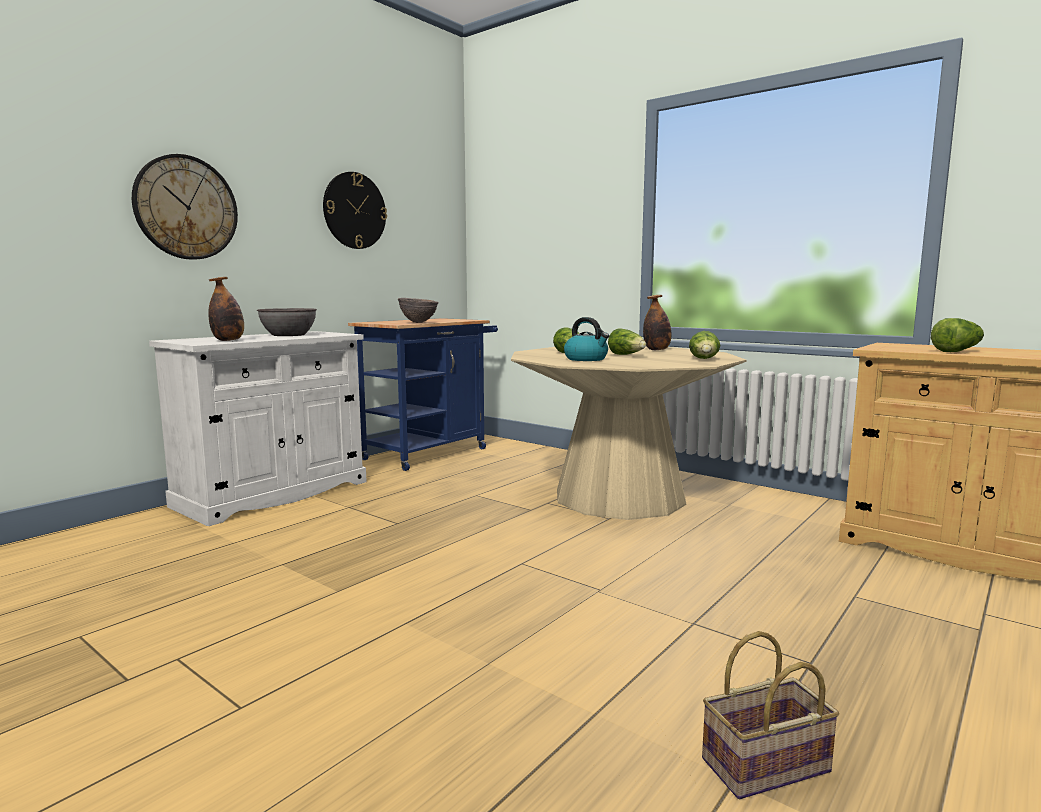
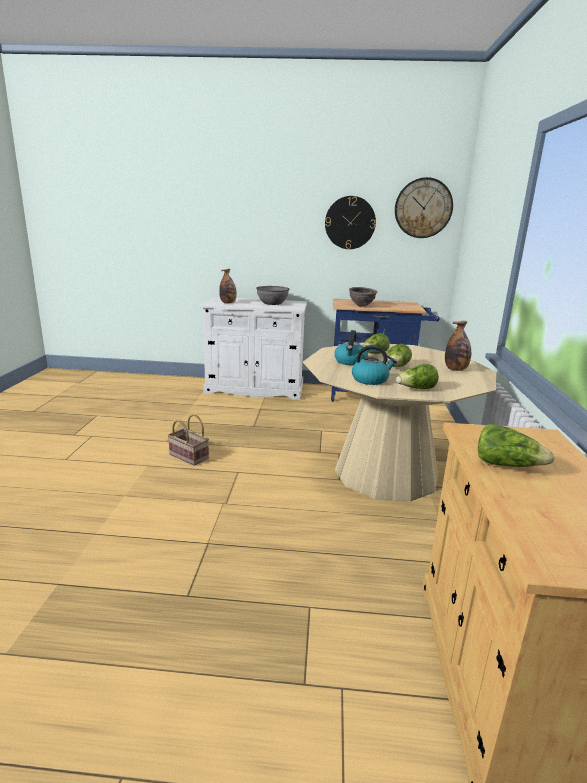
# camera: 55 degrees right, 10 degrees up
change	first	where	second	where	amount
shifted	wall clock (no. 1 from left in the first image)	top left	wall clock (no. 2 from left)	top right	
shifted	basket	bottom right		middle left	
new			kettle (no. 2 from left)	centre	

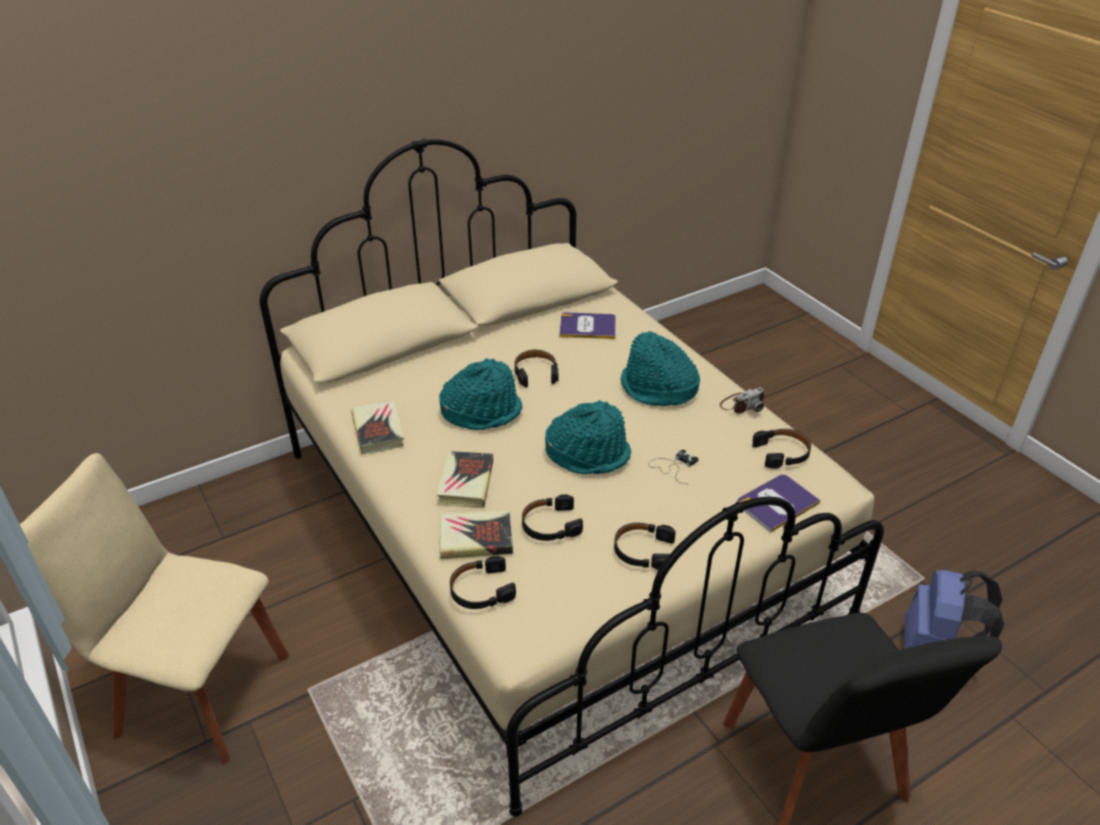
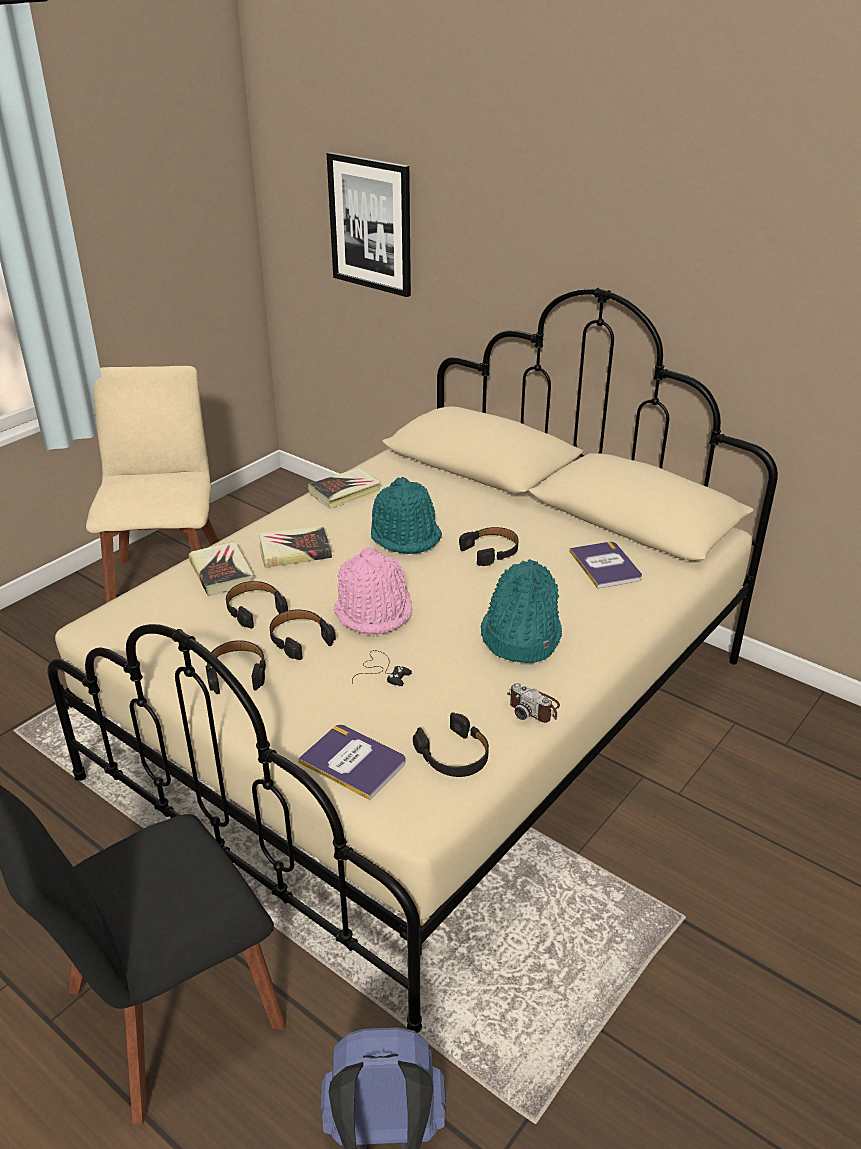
# camera: 70 degrees right, 5 degrees down
change	first	where	second	where	amount
shifted	black headphones (no. 1 from left in the first image)	bottom centre	black headphones (no. 3 from left)	centre	
repainted	turquoise hat (no. 2 from left)	centre	pink hat	centre	
new			picture	top centre	

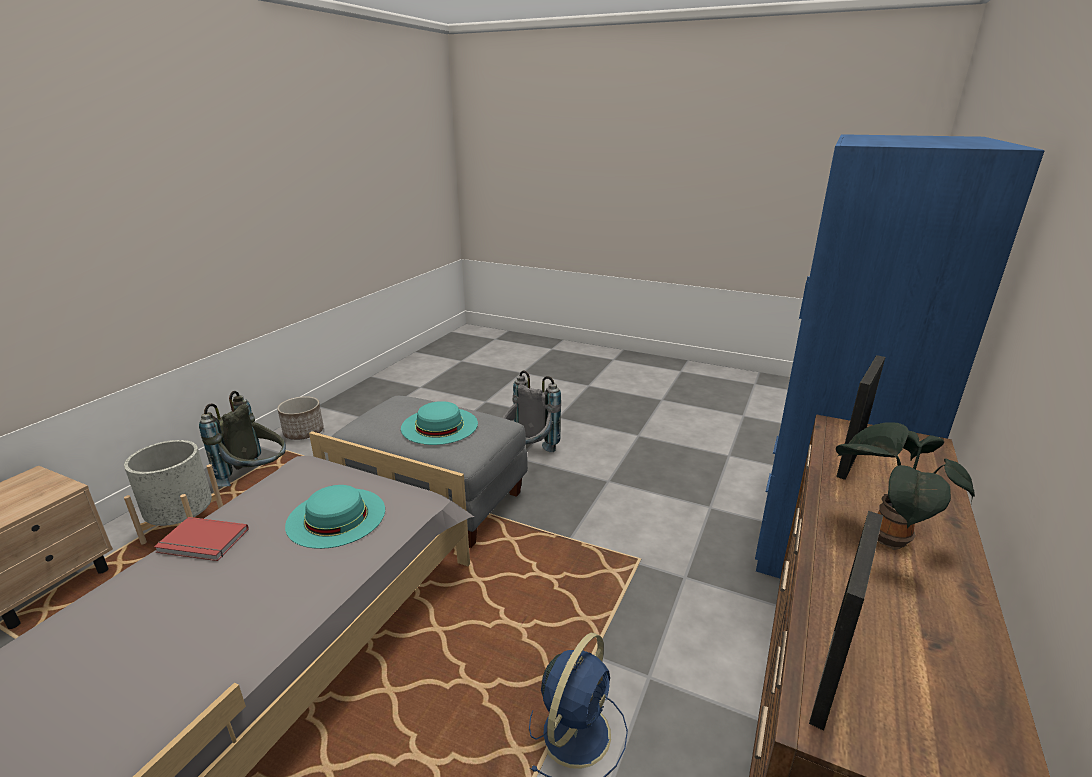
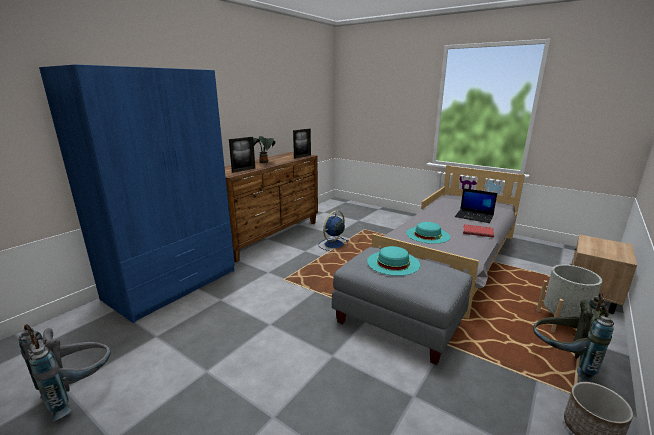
# camera: 170 degrees left, 5 degrees down
change	first	where	second	where	amount
shifted	grey backpack (no. 2 from left in the first image)	centre	grey backpack (no. 1 from left)	bottom left	
new			laptop	middle right	

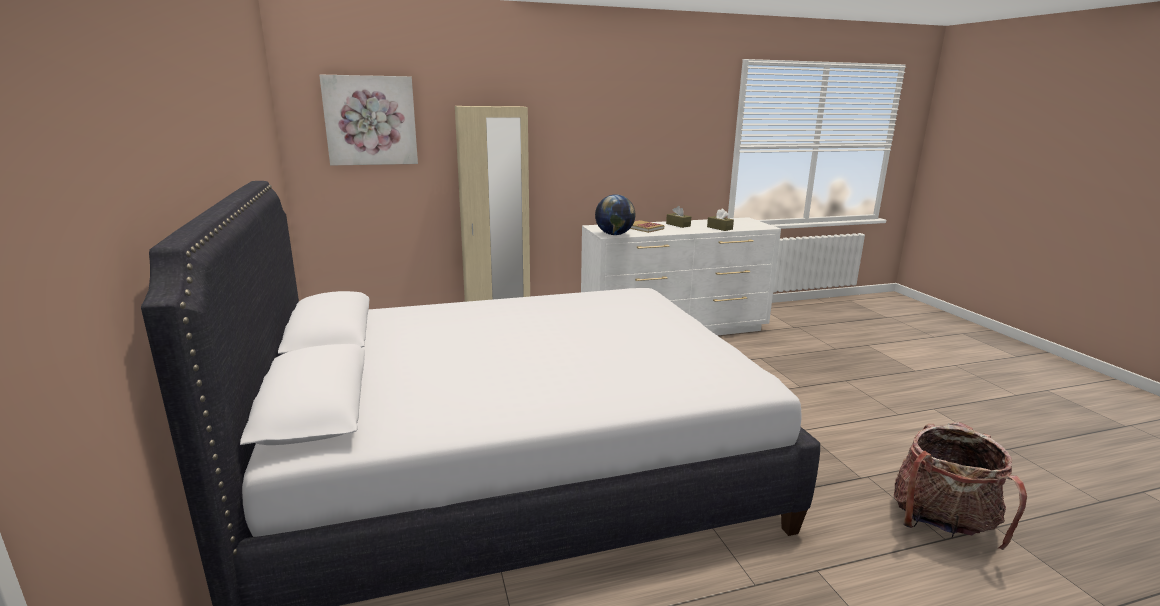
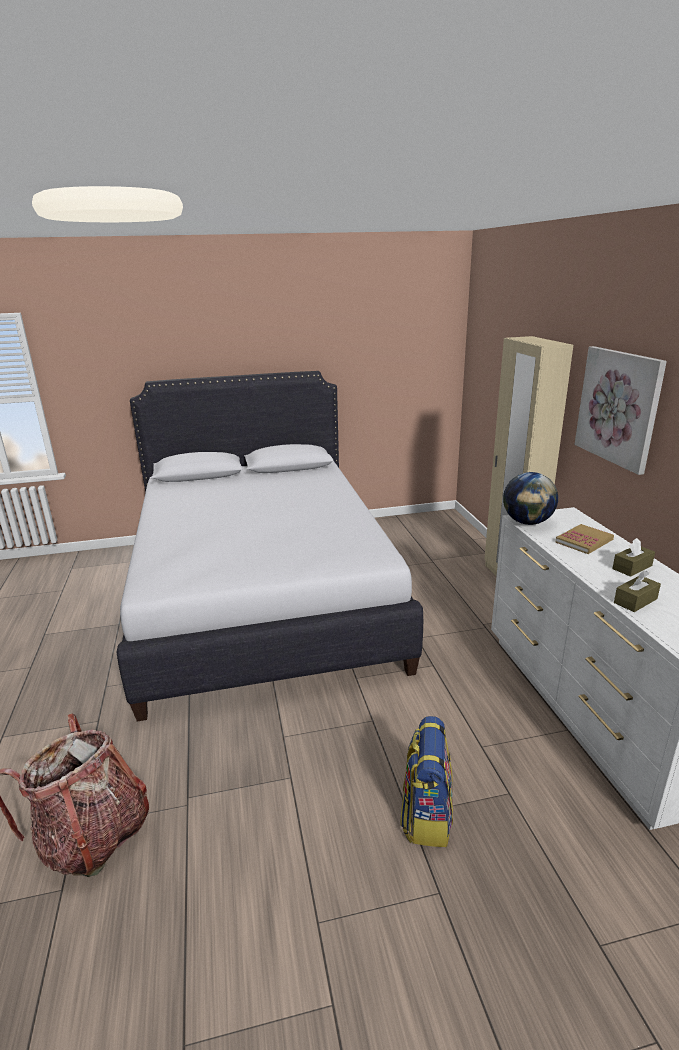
# camera: 95 degrees right, 5 degrees up
change	first	where	second	where	amount
shifted	picture	top left		middle right	
new			backpack (no. 2 from left)	bottom centre	

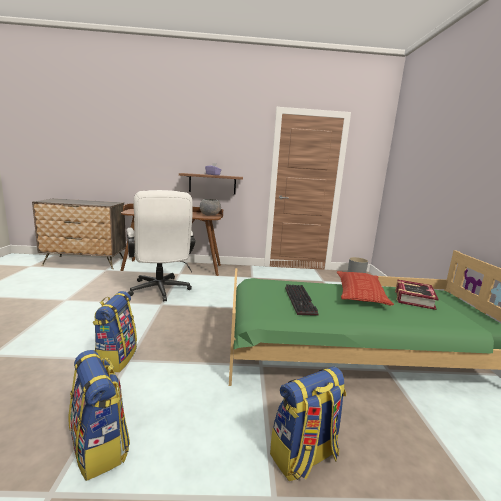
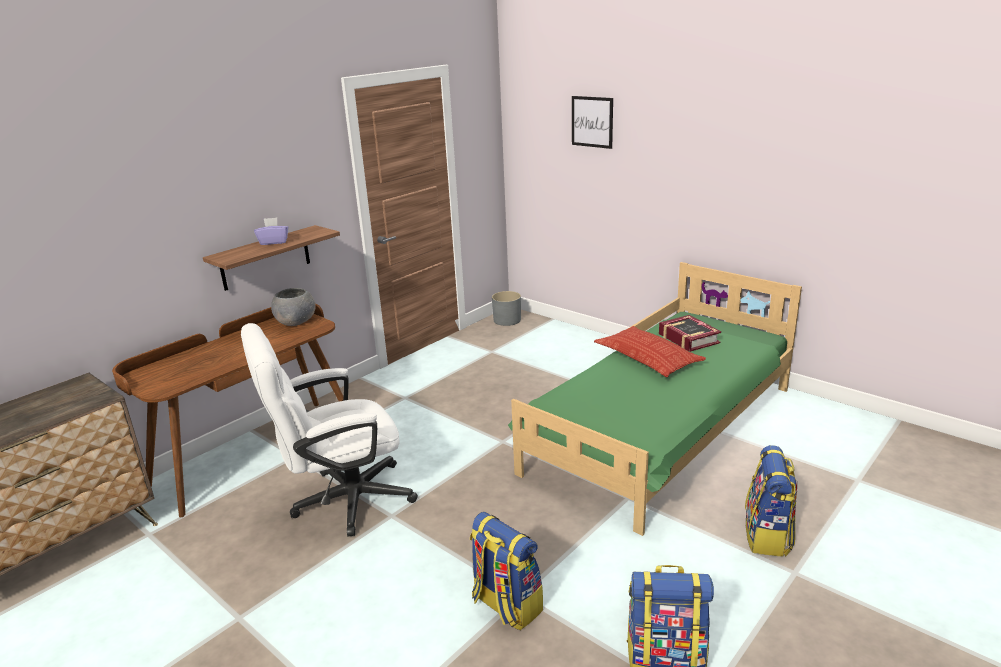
# camera: 45 degrees left, 10 degrees up
change	first	where	second	where	amount
rotated	white office chair	middle left		middle left	135 degrees clockwise
gone	keyboard	centre			
new			picture	top centre	

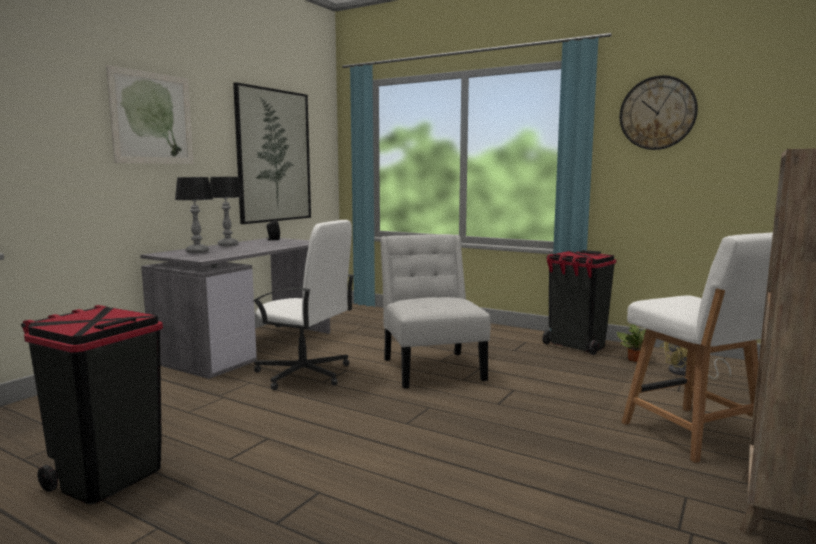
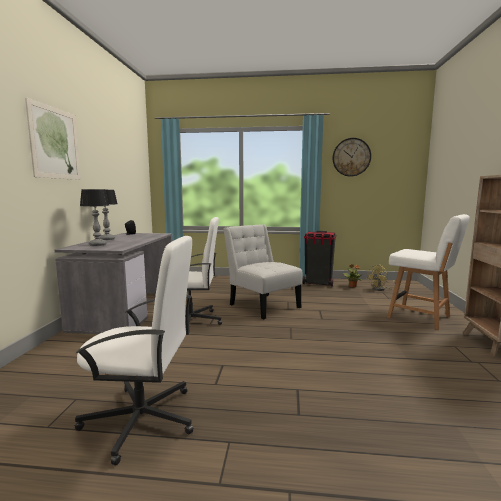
# camera: 25 degrees left, 0 degrees up
change	first	where	second	where	amount
swapped	black trash can (no. 1 from left)	bottom left	white office chair (no. 1 from left)	bottom left	
gone	picture (no. 2 from left)	top centre			

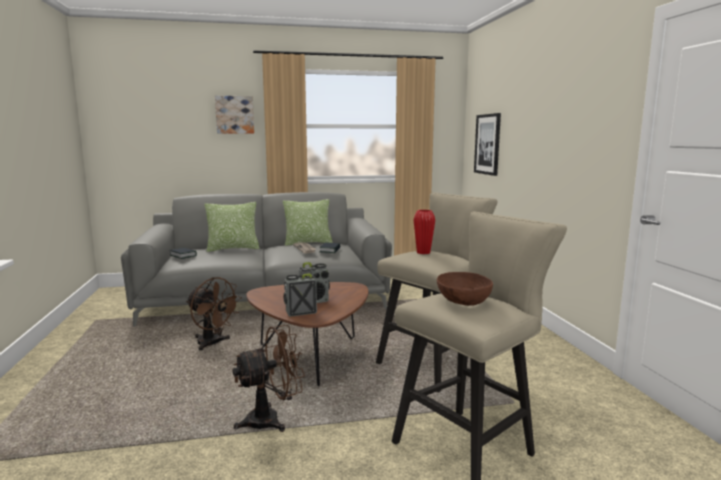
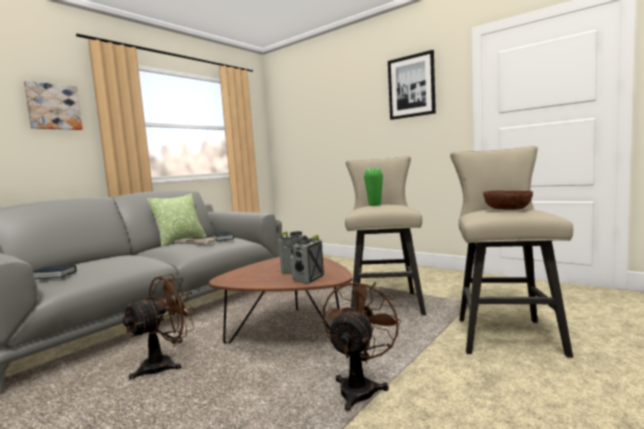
# camera: 40 degrees left, 5 degrees down
change	first	where	second	where	amount
rotated	brown fan (no. 1 from left)	middle left		bottom left	45 degrees counterclockwise
gone	pillow (no. 1 from left)	middle left			
repainted	red vase	centre	green vase	centre	
shifted	picture (no. 2 from left)	top right		top centre	

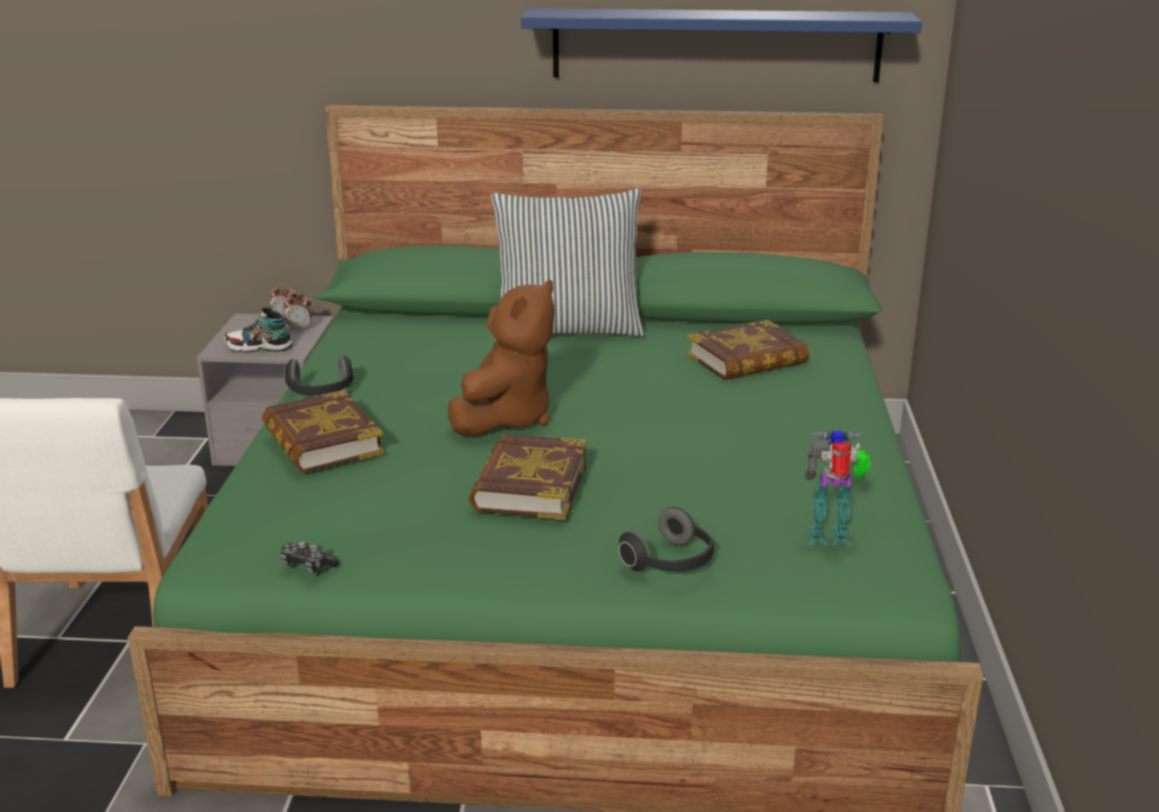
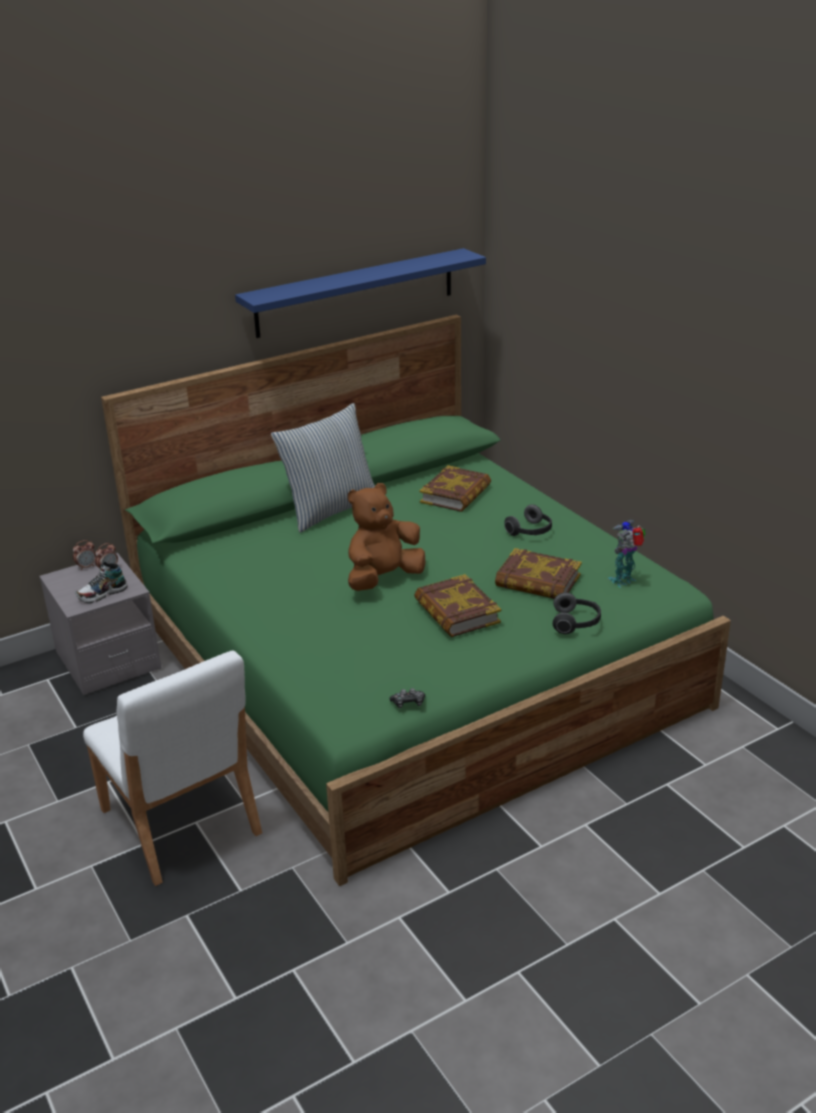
# camera: 35 degrees left, 5 degrees up
change	first	where	second	where	amount
shifted	book (no. 1 from left in the first image)	middle left	book (no. 3 from left)	centre	
shifted	headphones (no. 1 from left)	middle left		centre	
rotated	brown plush toy	centre		centre	120 degrees counterclockwise

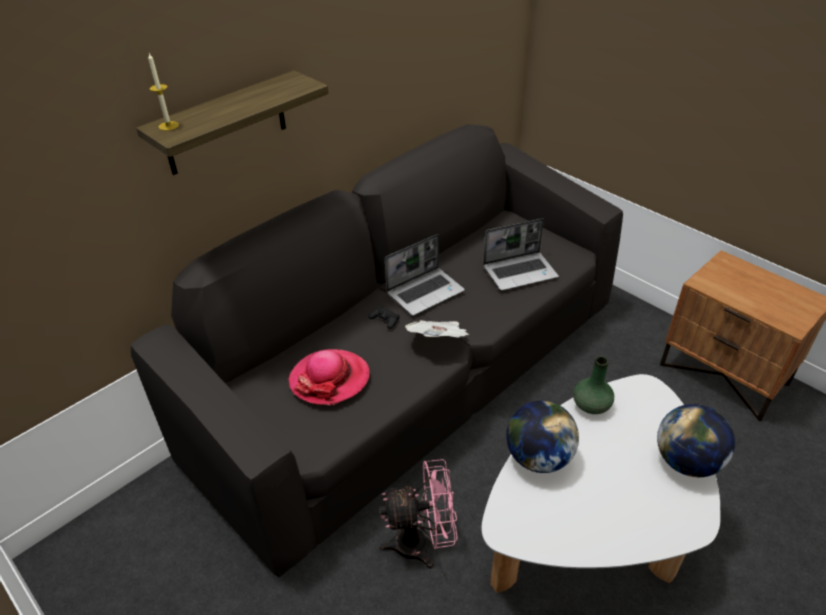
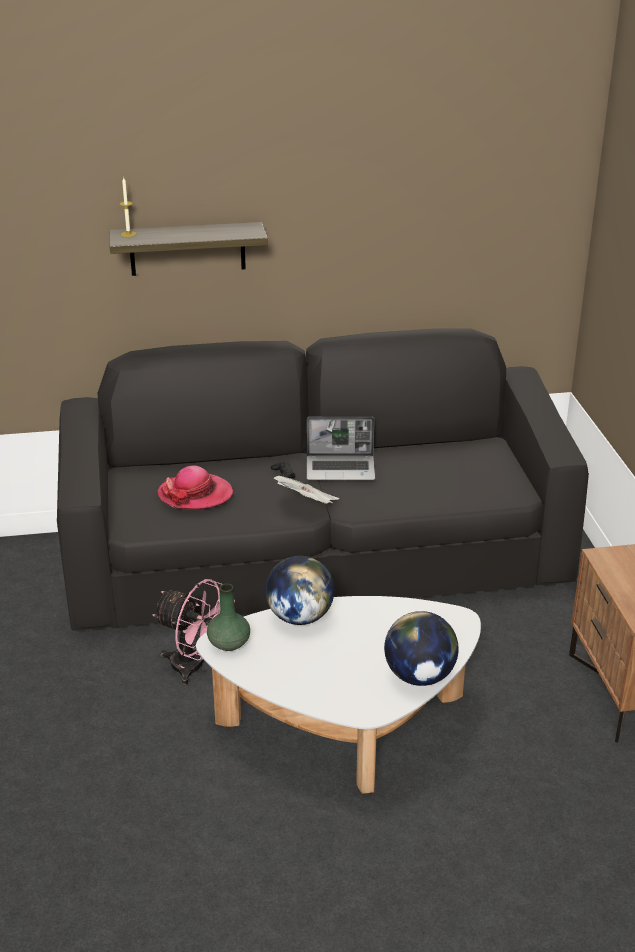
# camera: 35 degrees right, 10 degrees down
change	first	where	second	where	amount
gone	laptop (no. 2 from left)	centre			
shifted	green vase	middle right		centre	

